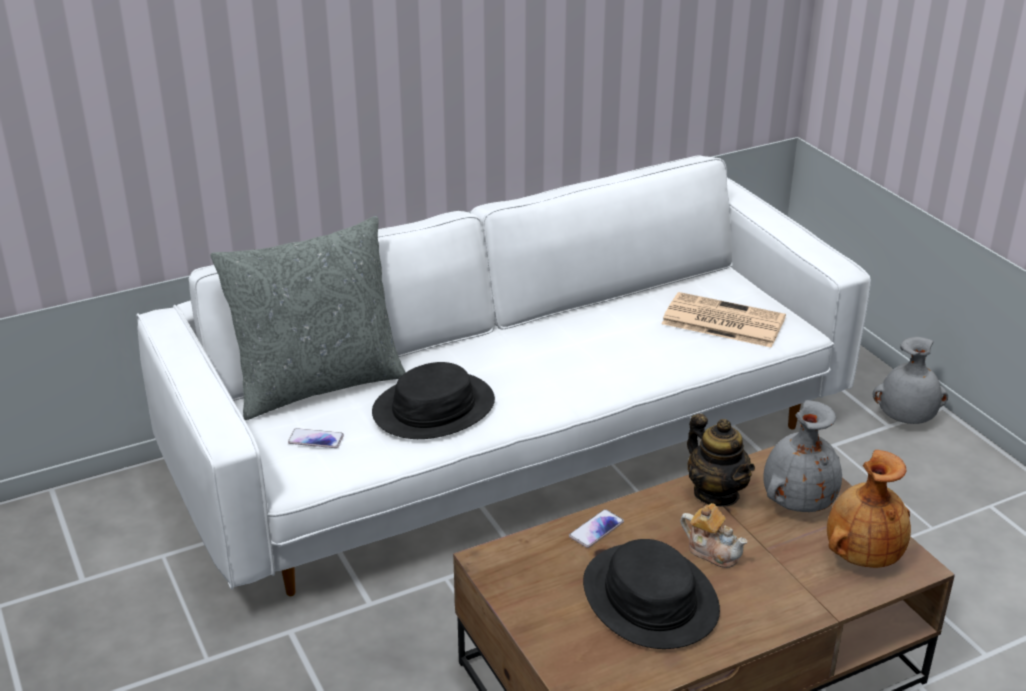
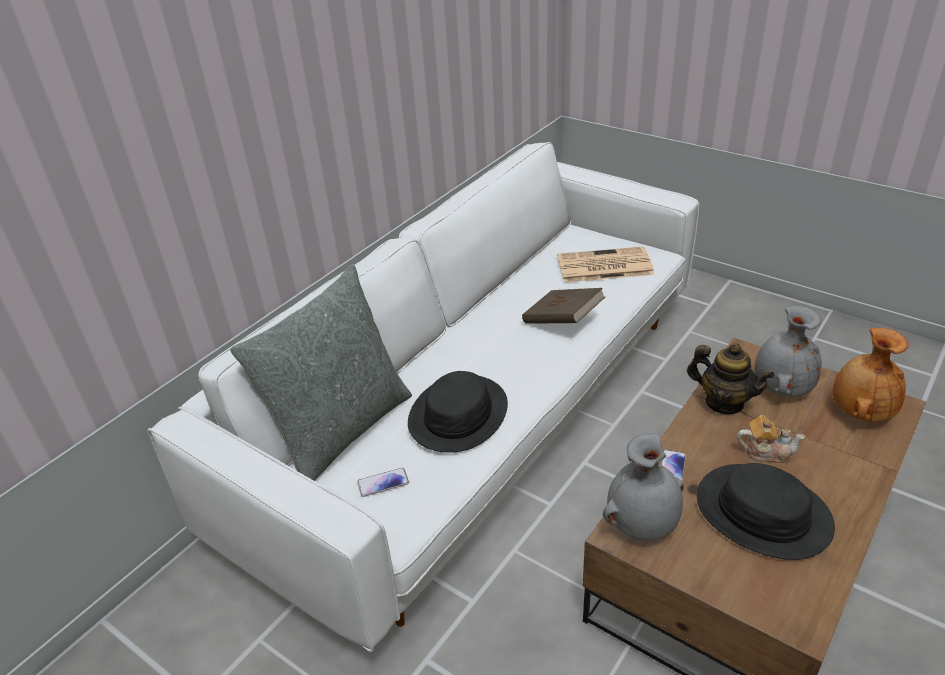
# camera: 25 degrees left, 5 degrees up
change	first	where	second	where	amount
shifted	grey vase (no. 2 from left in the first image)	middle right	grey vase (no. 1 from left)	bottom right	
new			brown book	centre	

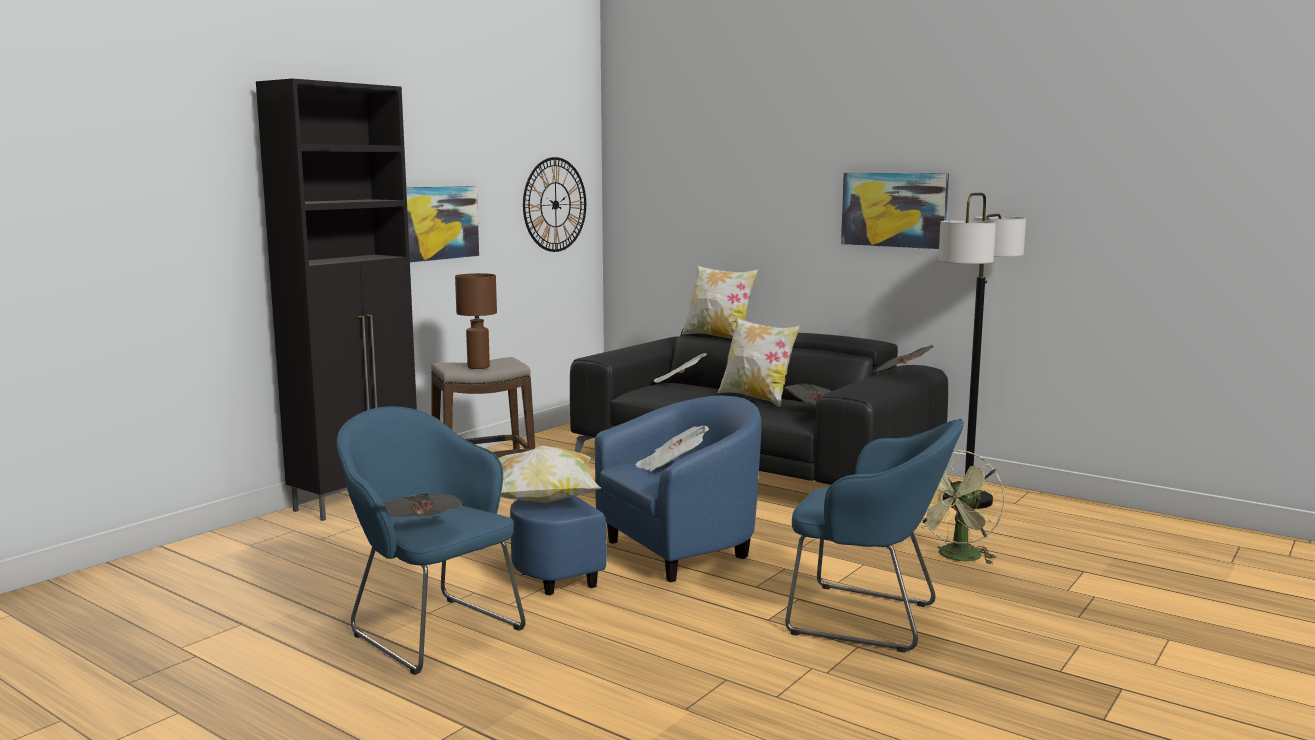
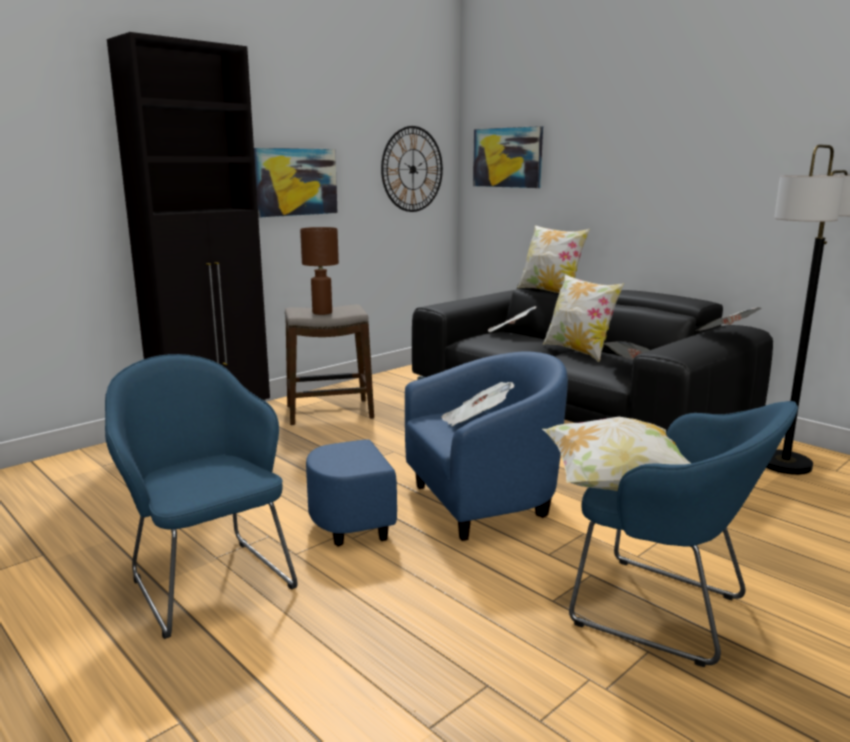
# camera: 10 degrees right, 5 degrees up
change	first	where	second	where	amount
gone	newspaper (no. 1 from left)	bottom left			
shifted	pillow (no. 1 from left in the first image)	centre	pillow (no. 3 from left)	middle right	
shifted	picture (no. 2 from left)	top right		top centre	
gone	green fan	bottom right			

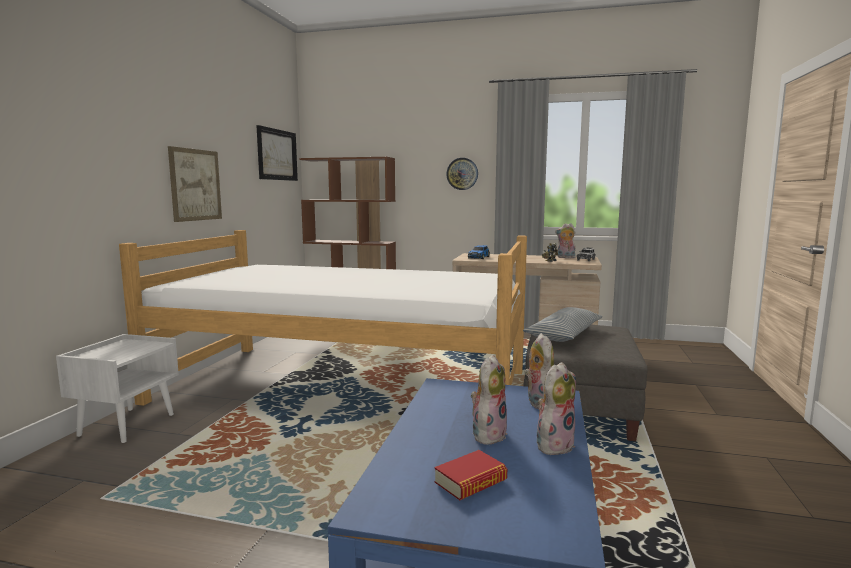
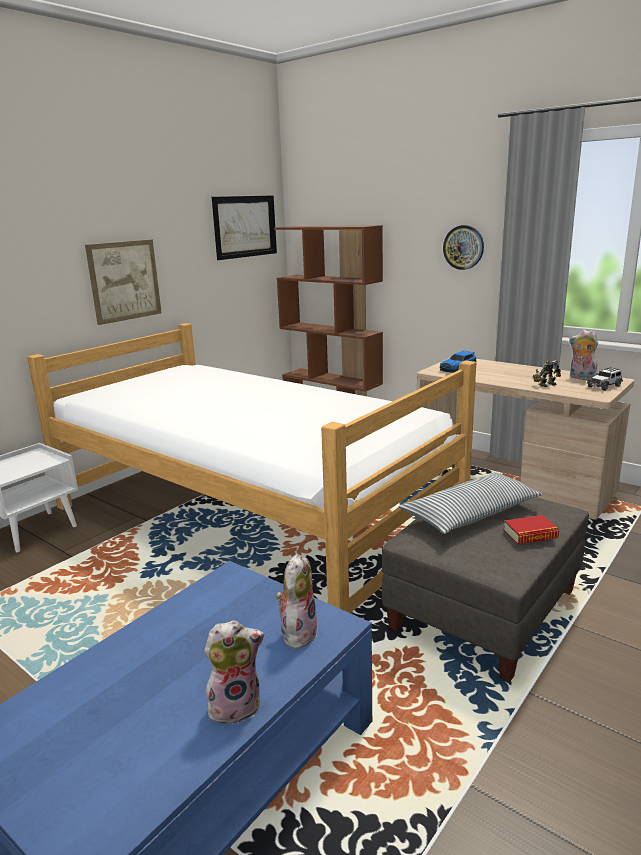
# camera: 25 degrees right, 10 degrees up
change	first	where	second	where	amount
shifted	book	bottom centre		middle right	
gone	plush toy (no. 1 from left)	bottom centre			

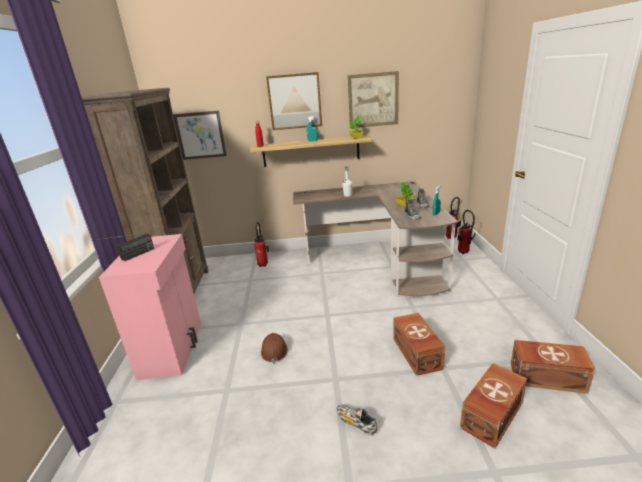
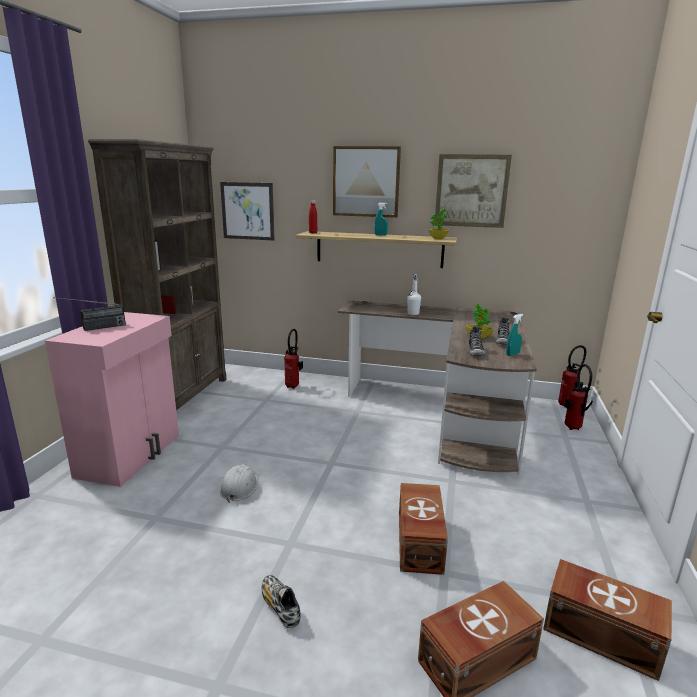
# camera: 15 degrees right, 5 degrees down
change	first	where	second	where	amount
repainted	brown hard hat	bottom centre	white hard hat	bottom centre	

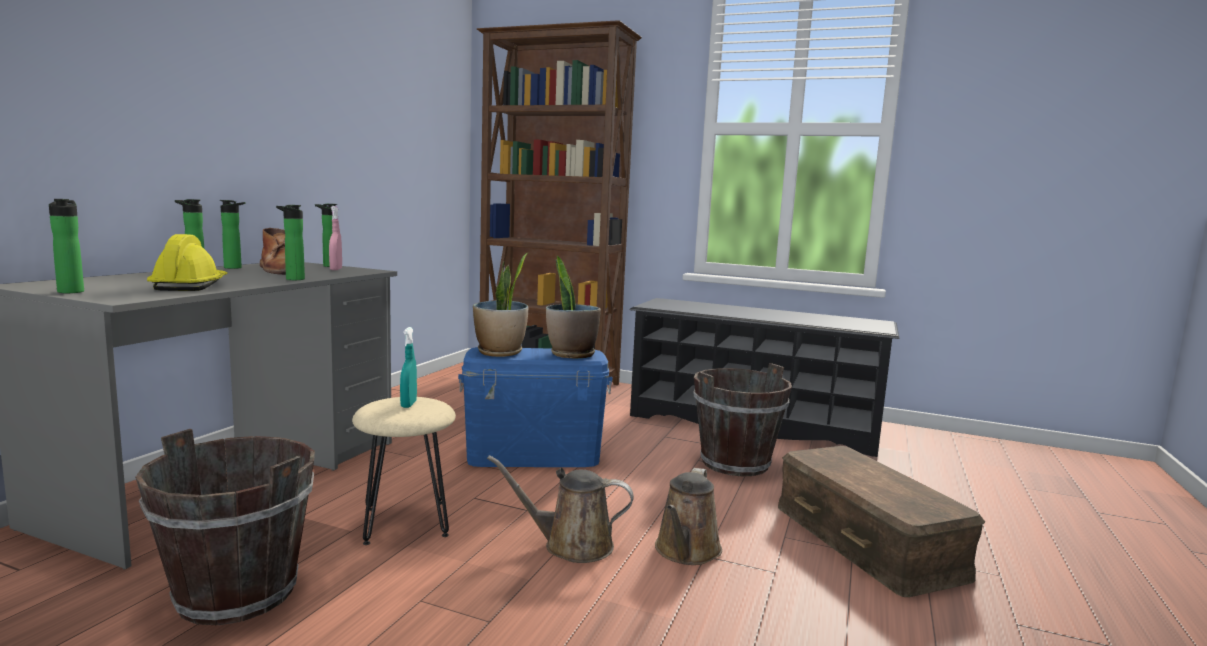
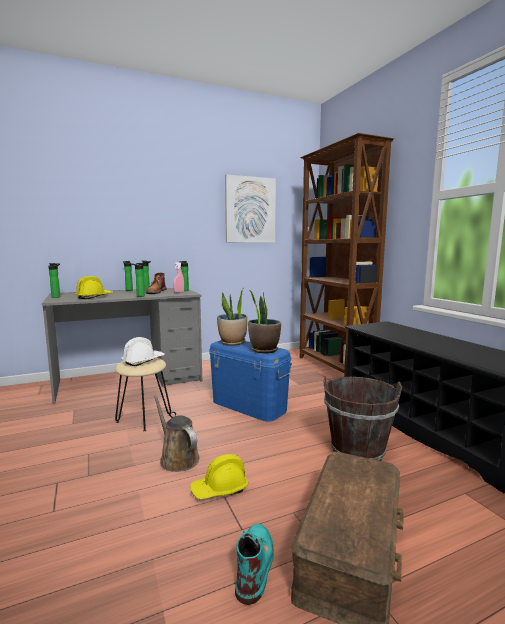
# camera: 45 degrees right, 0 degrees up
change	first	where	second	where	amount
gone	brown bucket (no. 1 from left)	bottom left			
swapped	turquoise spray bottle	centre	white hard hat	middle left	
swapped	brown watering can (no. 2 from left)	bottom centre	yellow hard hat (no. 2 from left)	bottom centre	
new			picture	centre	
new			turquoise boot	bottom centre	

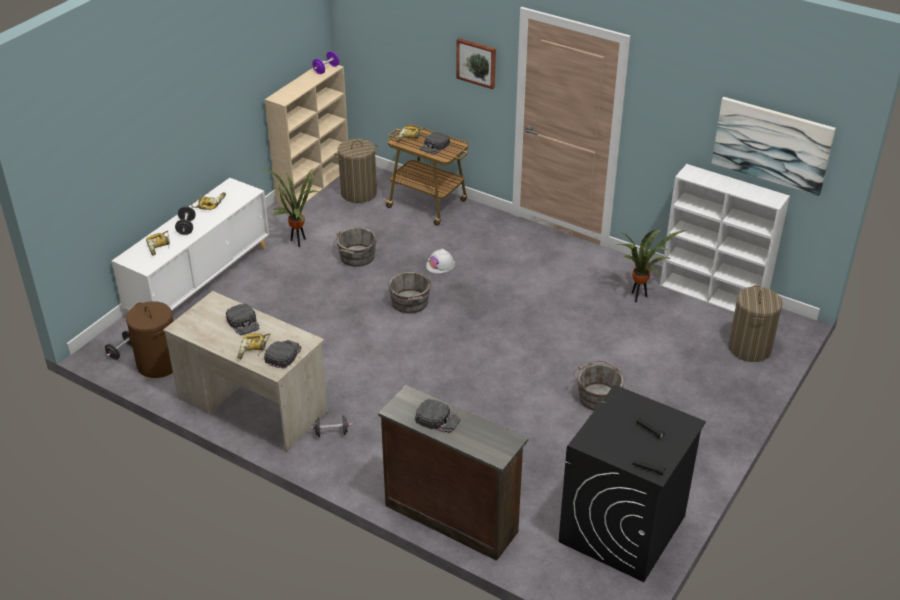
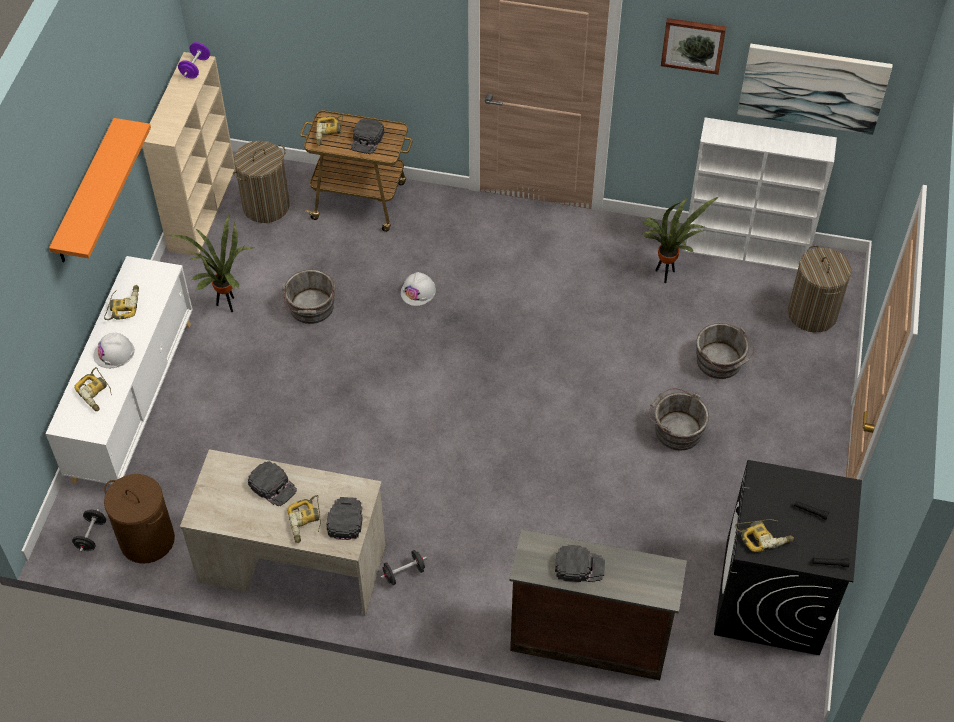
# camera: 20 degrees left, 15 degrees up
change	first	where	second	where	amount
swapped	black dumbbell (no. 2 from left)	middle left	white hard hat (no. 1 from left)	middle left	
shifted	grey bucket (no. 2 from left in the first image)	centre	grey bucket (no. 3 from left)	middle right	
shifted	picture (no. 1 from left)	top centre		top right	
new			orange shelf	top left	
new			power drill (no. 5 from left)	bottom right	

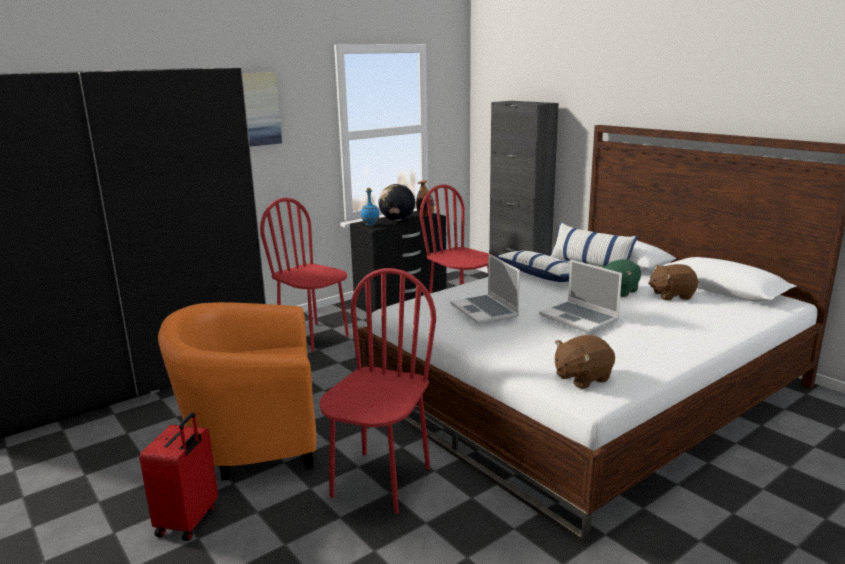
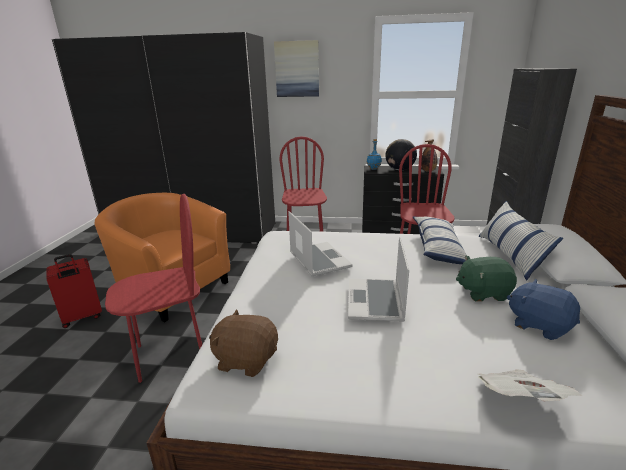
# camera: 45 degrees right, 5 degrees up
change	first	where	second	where	amount
rotated	laptop (no. 1 from left)	centre		centre	135 degrees clockwise
repainted	brown plush toy (no. 2 from left)	middle right	blue plush toy	middle right	
new			newspaper	bottom right	

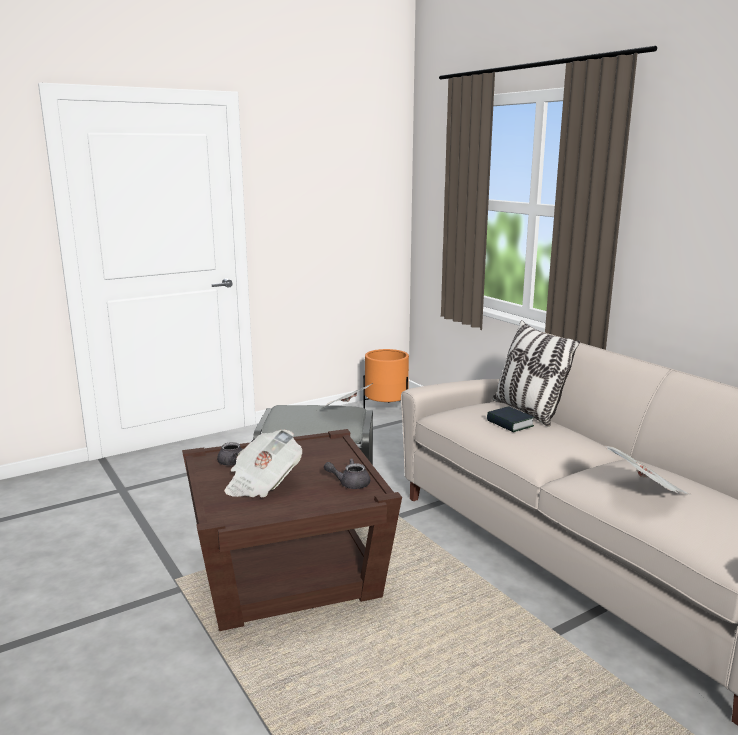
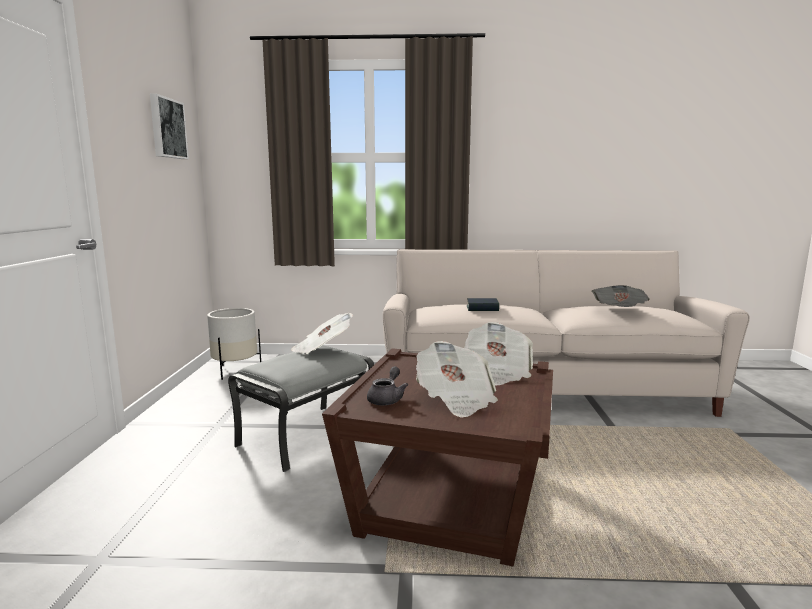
# camera: 55 degrees left, 5 degrees down
change	first	where	second	where	amount
swapped	grey teapot (no. 2 from left)	centre	newspaper (no. 3 from left)	centre	
repainted	orange planter	centre	white planter	middle left	
gone	pillow	middle right			
new			picture	top left	

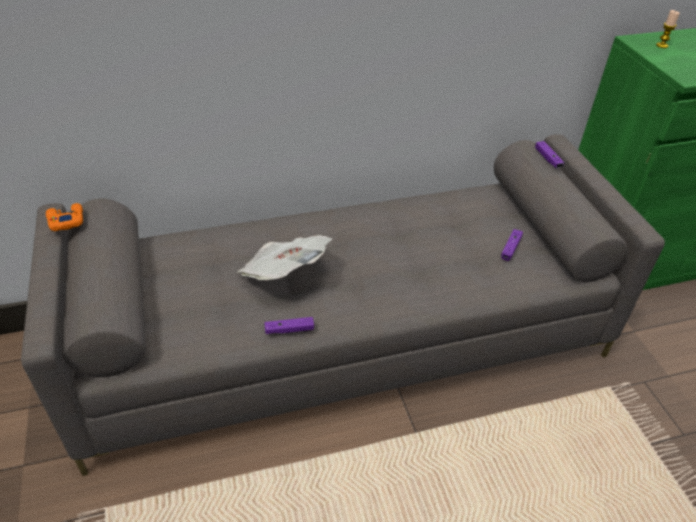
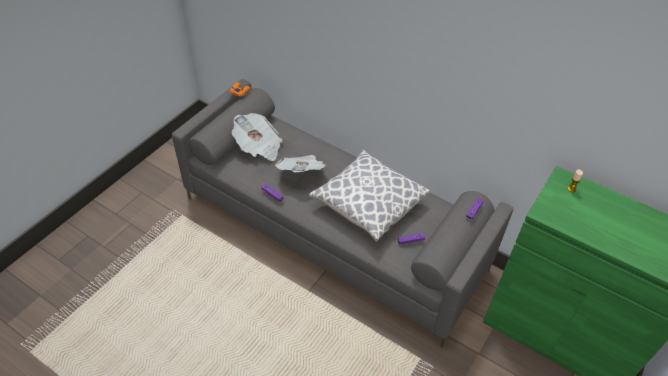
# camera: 50 degrees right, 5 degrees up
change	first	where	second	where	amount
new			newspaper (no. 1 from left)	centre	
new			pillow	centre	

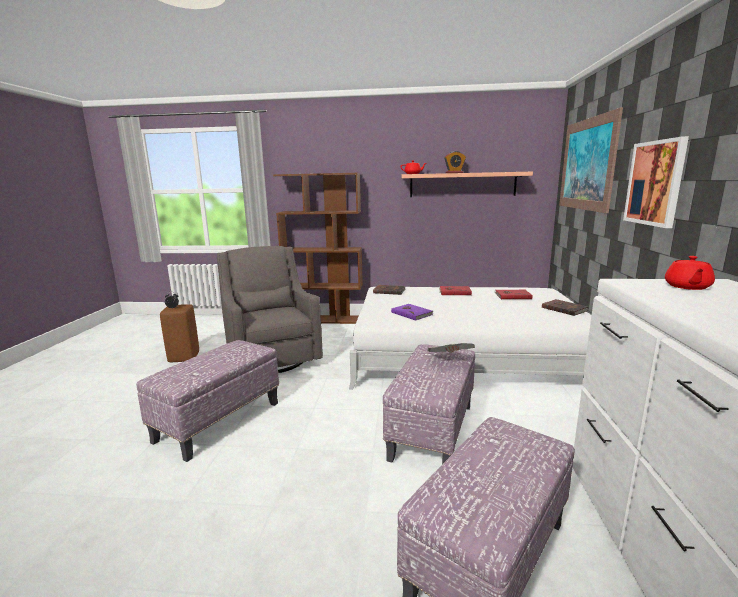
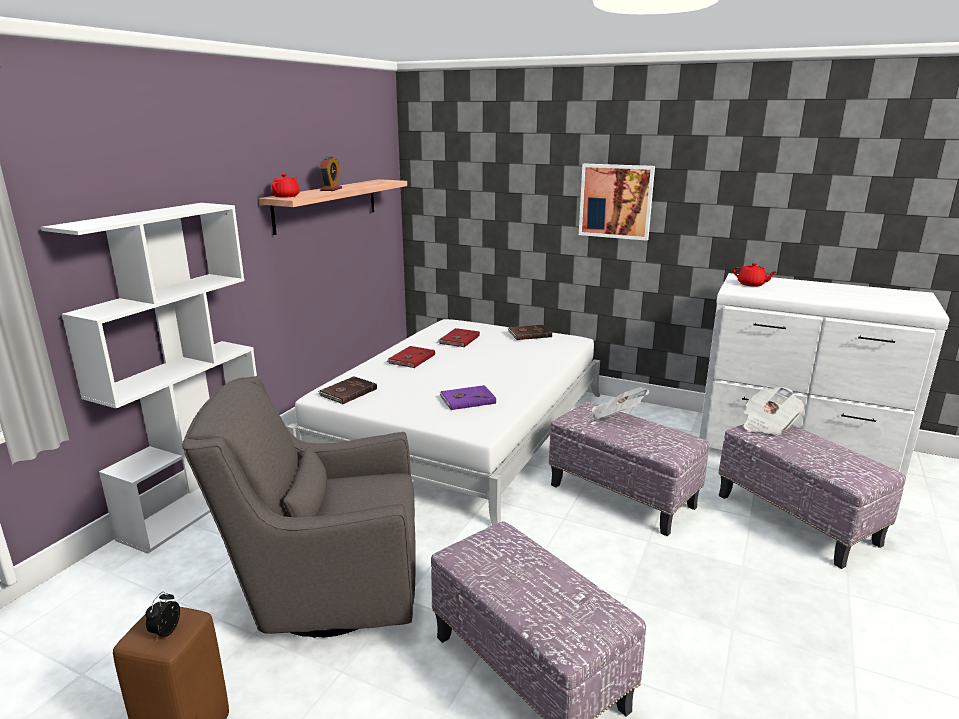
# camera: 70 degrees left, 5 degrees up
change	first	where	second	where	amount
repainted	brown bookcase	centre	white bookcase	middle left	
gone	picture (no. 1 from left)	top right			
new			newspaper (no. 2 from left)	middle right	

